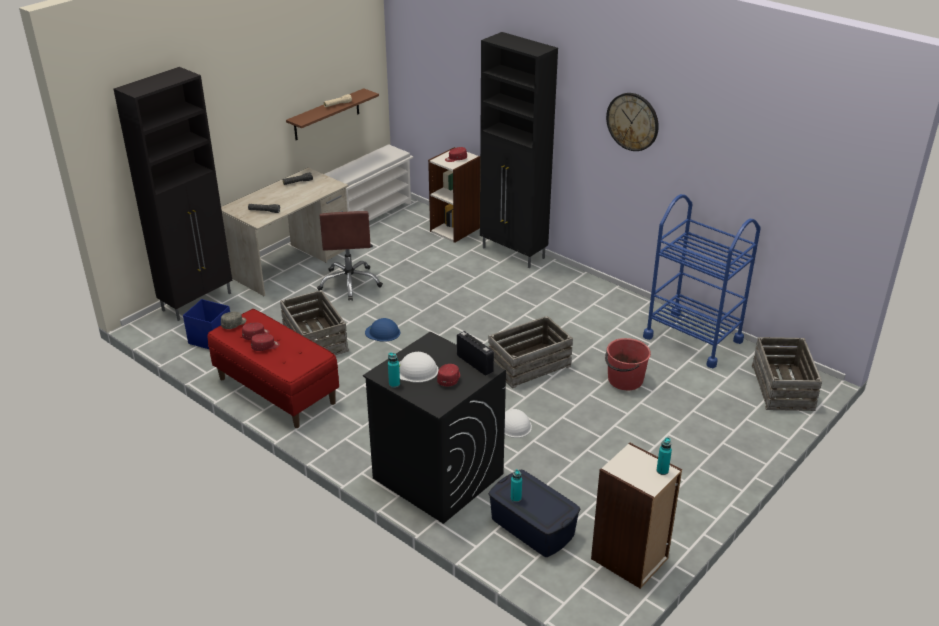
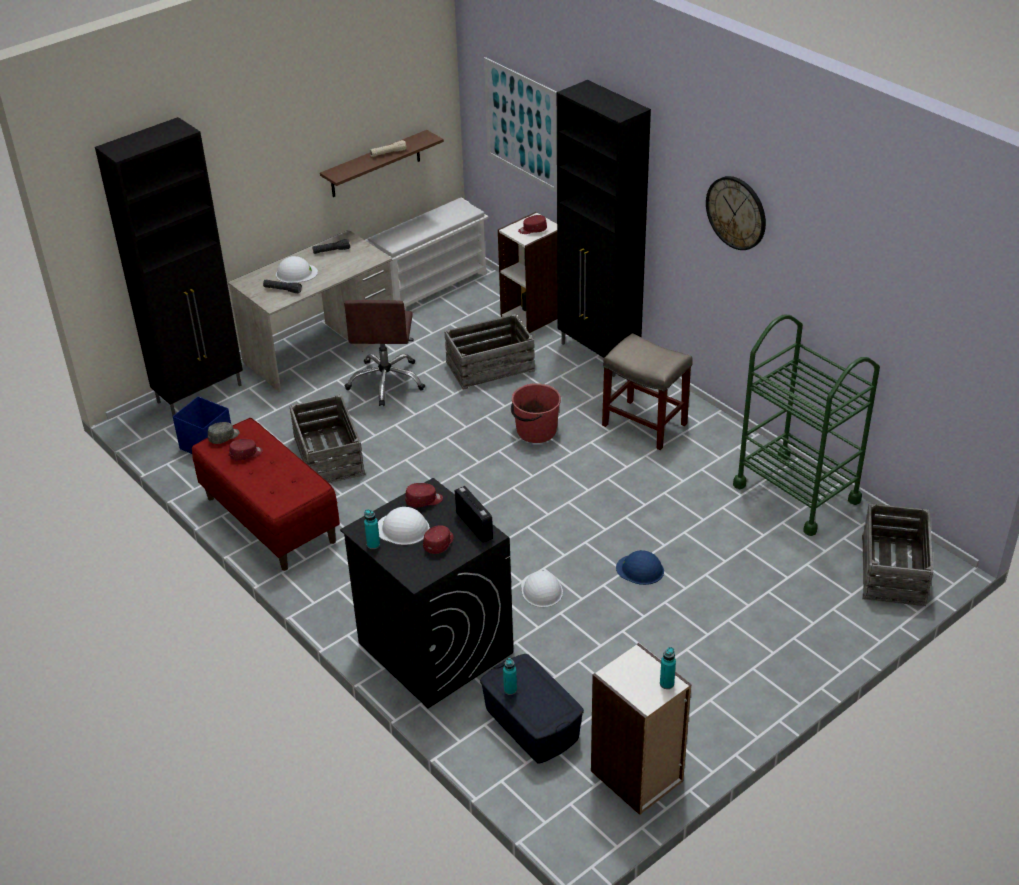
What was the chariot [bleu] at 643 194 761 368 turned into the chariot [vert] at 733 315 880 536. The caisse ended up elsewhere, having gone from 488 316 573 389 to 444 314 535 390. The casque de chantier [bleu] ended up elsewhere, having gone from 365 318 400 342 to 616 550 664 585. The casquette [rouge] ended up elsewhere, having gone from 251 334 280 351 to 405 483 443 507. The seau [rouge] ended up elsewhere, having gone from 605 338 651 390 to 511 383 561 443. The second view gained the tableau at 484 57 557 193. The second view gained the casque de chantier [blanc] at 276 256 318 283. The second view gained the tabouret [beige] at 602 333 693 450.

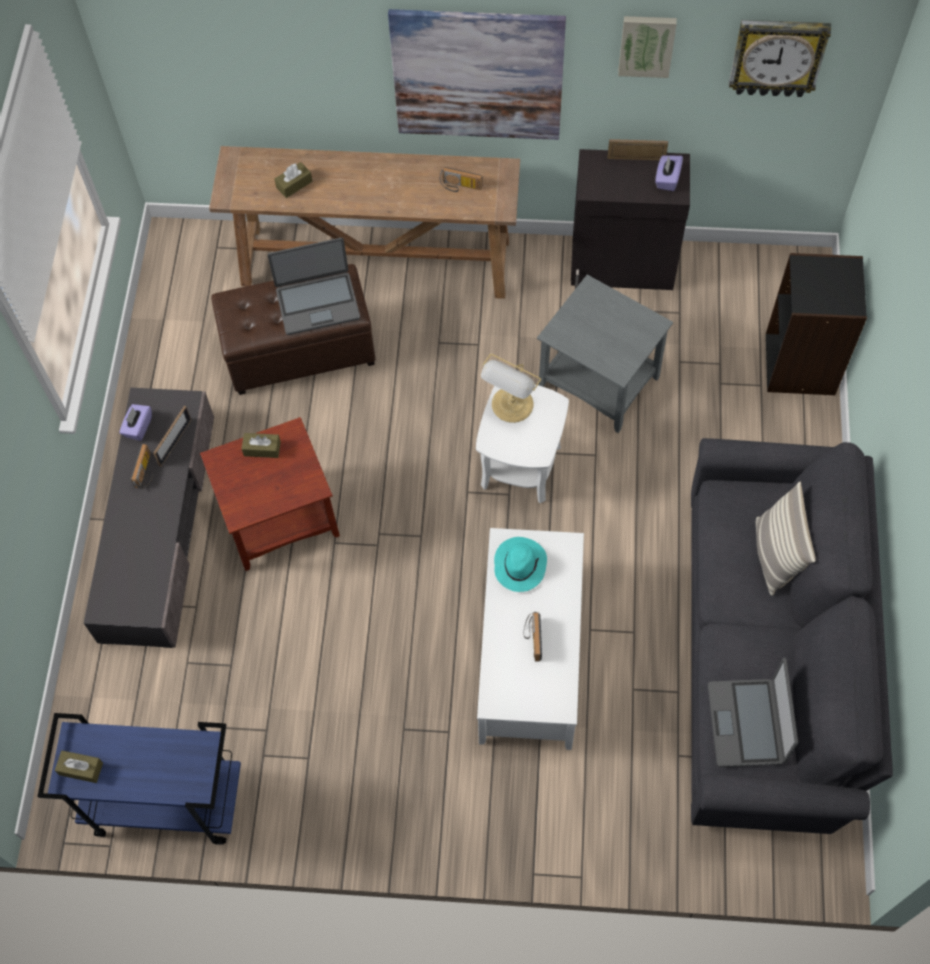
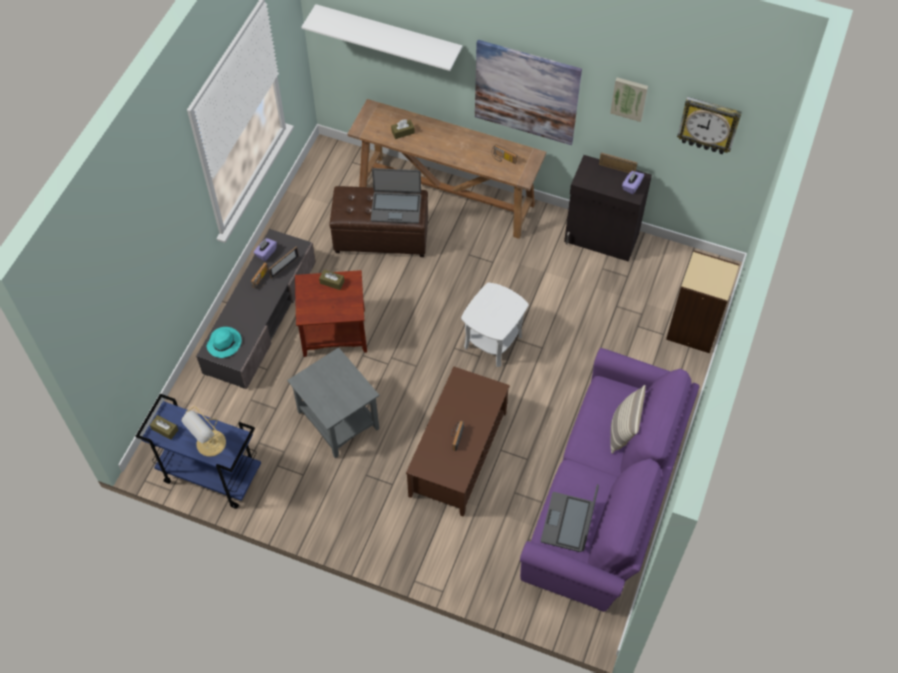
What was the bibliothèque [noir] at 766 253 867 395 turned into the bibliothèque [beige] at 666 251 740 353. The table d'appoint [gris] ended up elsewhere, having gone from 537 275 673 433 to 287 347 380 459. The lampe de table ended up elsewhere, having gone from 481 354 541 423 to 182 406 226 457. What was the canapé [gris] at 691 438 893 834 turned into the canapé [violet] at 520 348 699 612. What was the table basse [blanc] at 477 528 584 750 turned into the table basse [marron] at 406 367 510 517. The chapeau [turquoise] ended up elsewhere, having gone from 494 537 547 592 to 207 327 242 358. The second view gained the étagère [blanc] at 301 4 462 71.

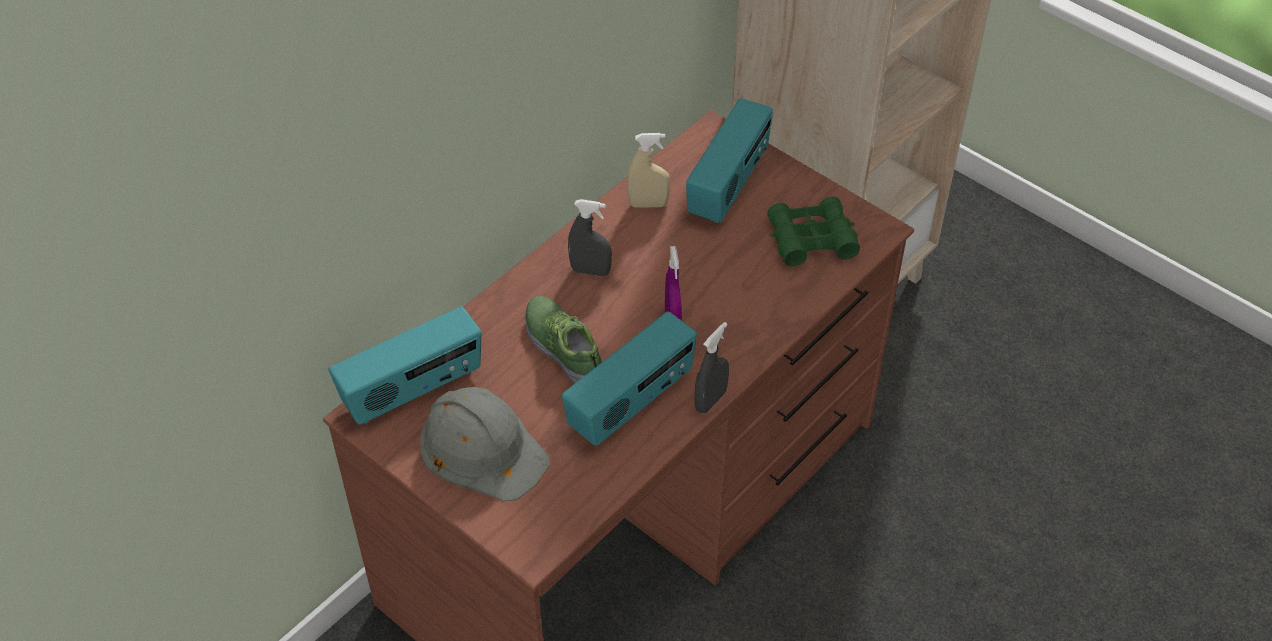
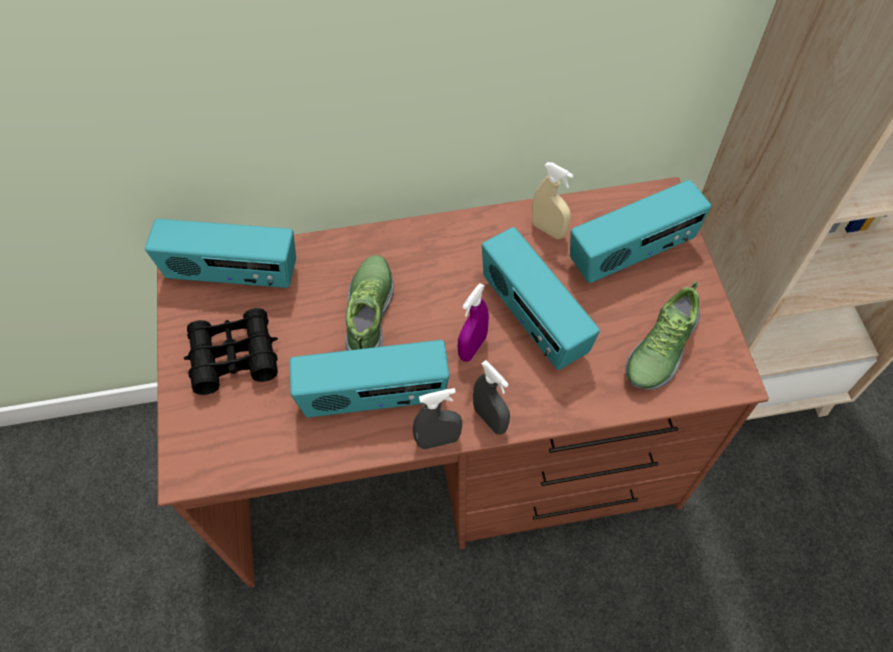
Where the jumelles [vert] stood at 767 196 860 267, the chaussure came to stand at 625 282 700 390. The vaporisateur [gris] ended up elsewhere, having gone from 568 199 612 276 to 473 360 510 435. Where the casque de chantier [gris] stood at 420 387 550 501, the jumelles [noir] came to stand at 184 308 278 395. The second view gained the radio at 482 227 600 370.

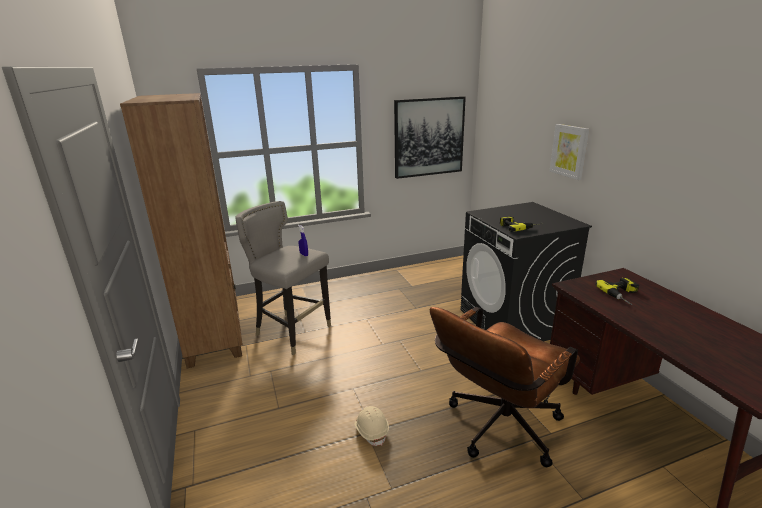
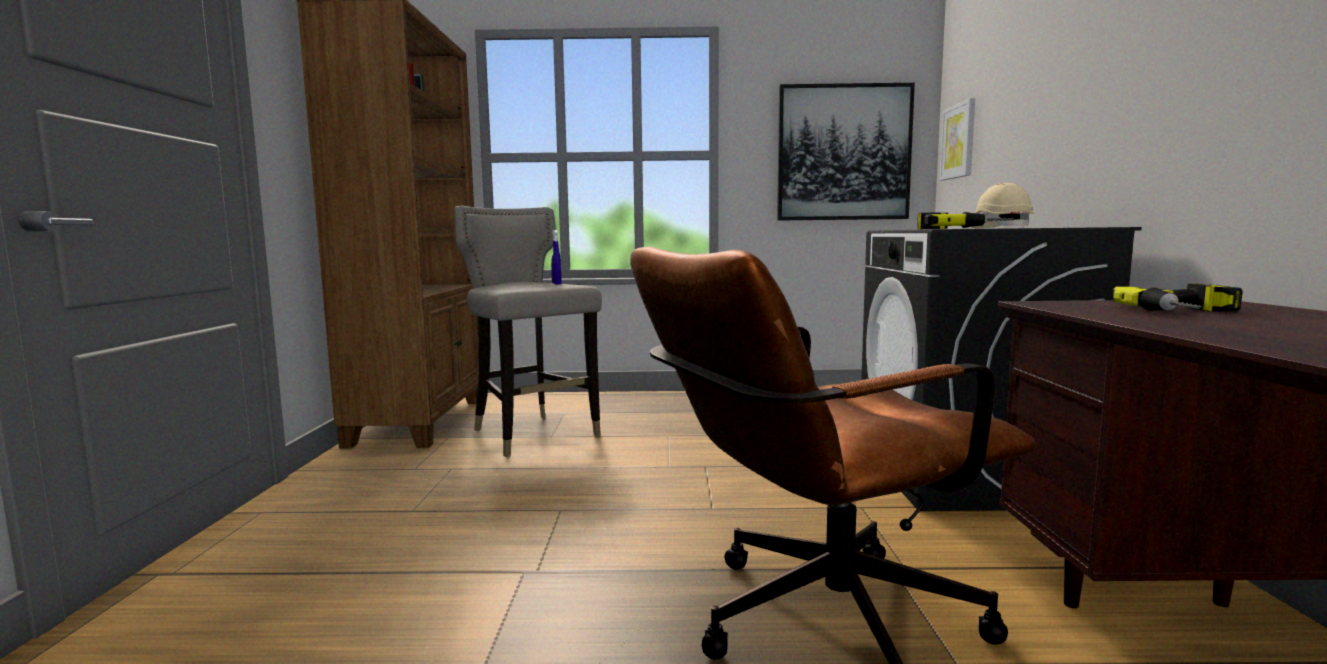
The tableau ended up elsewhere, having gone from 550 124 590 180 to 939 98 975 181. The casque de chantier [beige] ended up elsewhere, having gone from 354 406 389 446 to 971 183 1034 228.

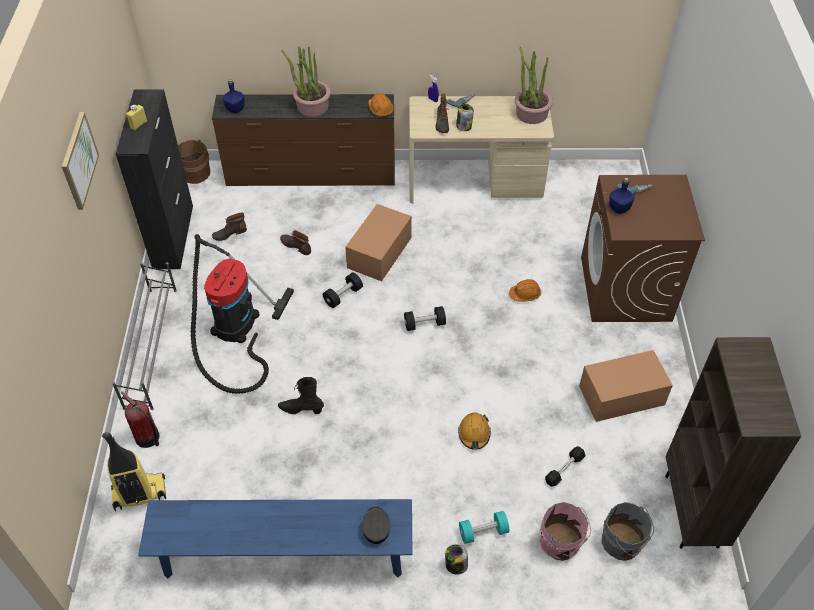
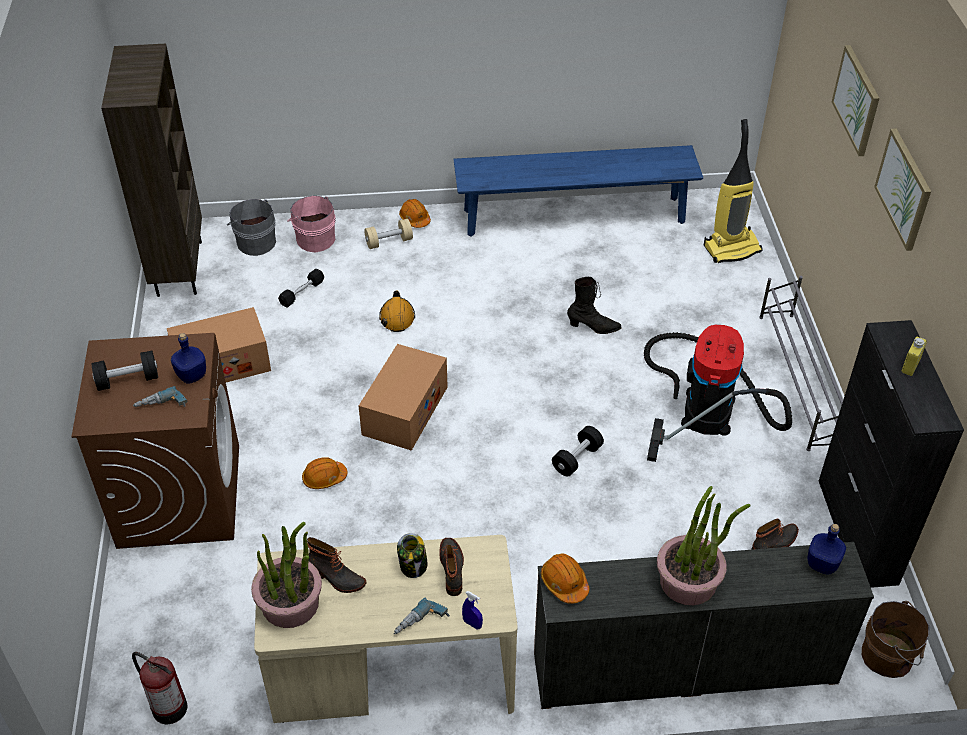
The carton ended up elsewhere, having gone from 345 204 412 281 to 359 344 448 451. The botte ended up elsewhere, having gone from 280 230 311 255 to 307 537 366 593. The haltère [noir] ended up elsewhere, having gone from 404 306 446 331 to 92 350 158 391. The extincteur ended up elsewhere, having gone from 121 392 159 448 to 132 652 187 724. The second view lost the casquette [gris] at 362 507 390 544. What was the haltère [turquoise] at 459 511 509 544 turned into the haltère [beige] at 364 219 413 249. Where the bocal stood at 445 544 468 575, the casque de chantier [orange] came to stand at 399 199 431 228. The second view gained the tableau at 832 45 879 156.

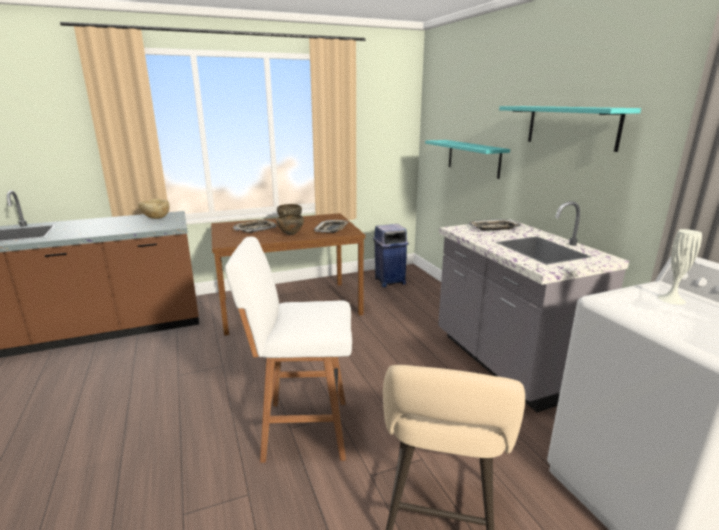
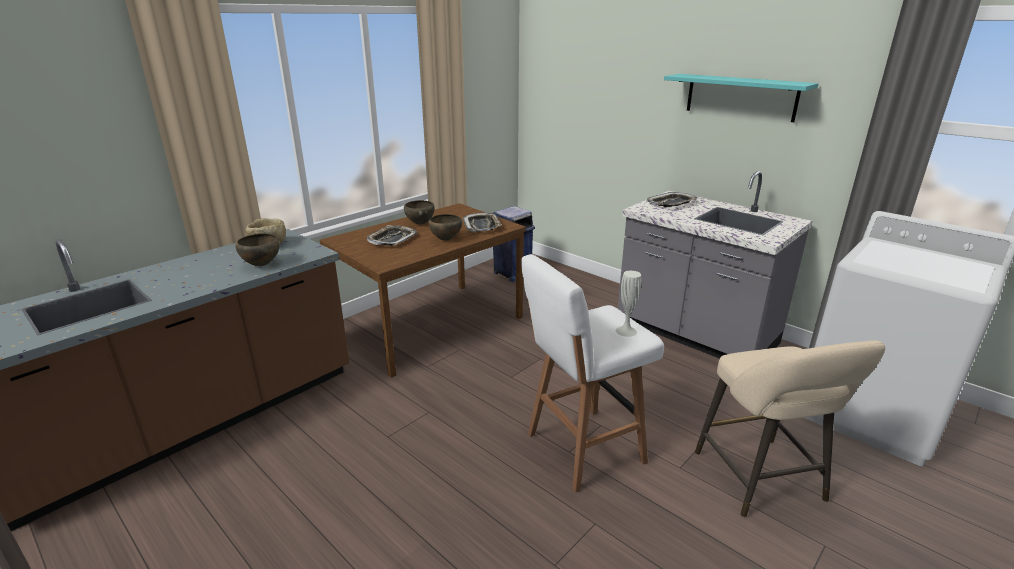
The second view lost the étagère [turquoise] at 425 140 510 179. The vase [blanc] ended up elsewhere, having gone from 658 229 702 305 to 616 271 641 337. The second view gained the bol [marron] at 235 233 280 266.

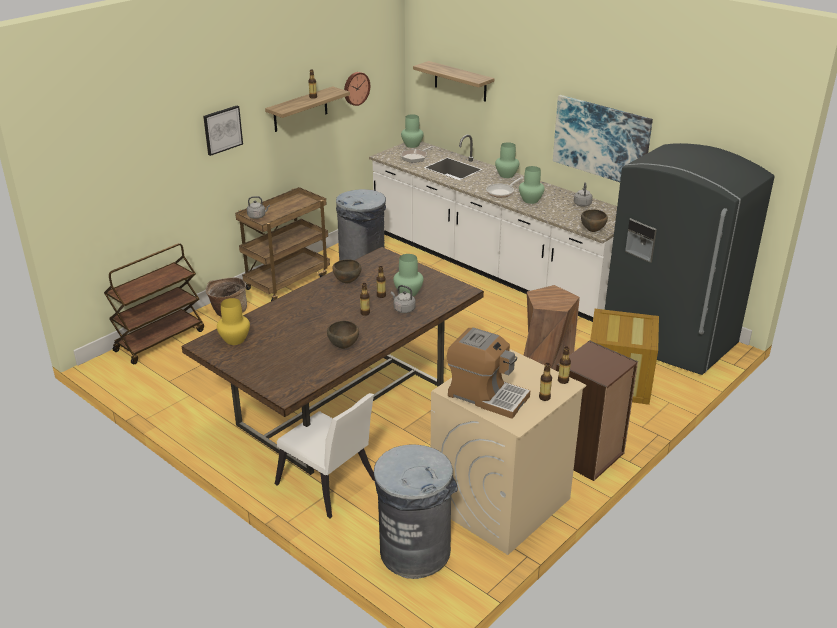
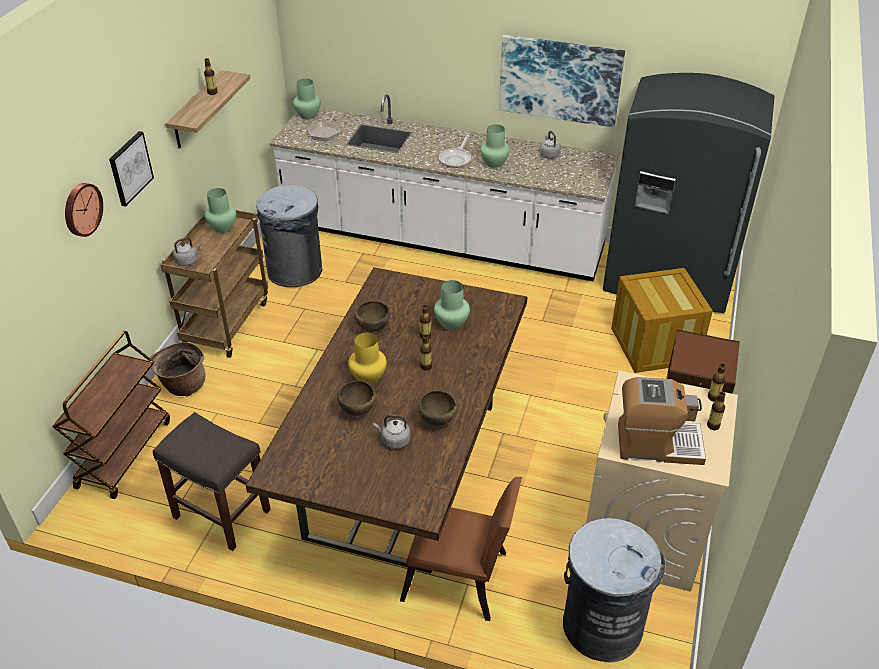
The second view lost the étagère at 413 61 494 102. The horloge murale ended up elsewhere, having gone from 344 72 370 106 to 65 183 103 237. The vase [vert] ended up elsewhere, having gone from 495 142 520 178 to 204 188 236 233. The bol [marron] ended up elsewhere, having gone from 581 210 608 232 to 337 381 376 416. The bouilloire [gris] ended up elsewhere, having gone from 391 285 416 313 to 374 415 410 449. The second view lost the tabouret [marron] at 524 285 580 370. The vase [jaune] ended up elsewhere, having gone from 217 298 250 345 to 348 333 387 385. What was the chaise [blanc] at 275 393 375 518 turned into the chaise [marron] at 400 477 522 621. The second view gained the tabouret [gris] at 153 412 271 551.

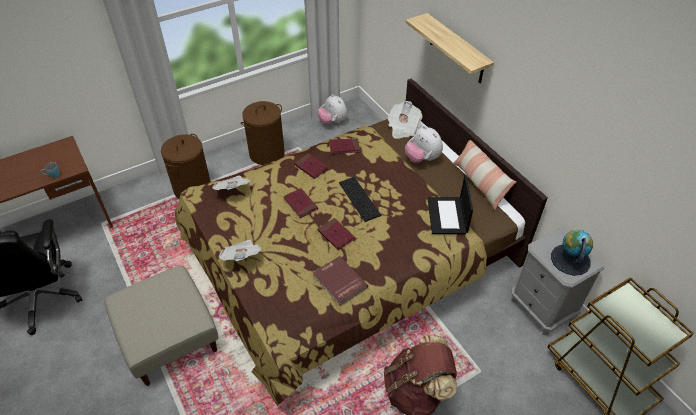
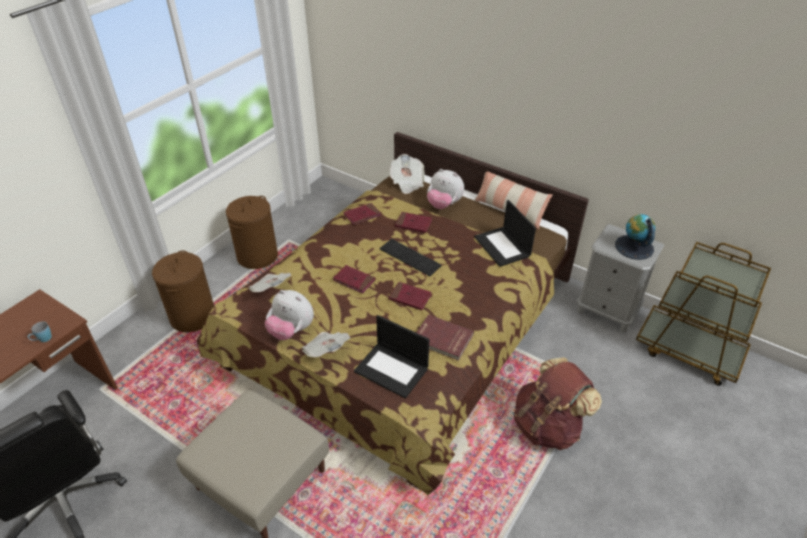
The second view lost the étagère at 406 13 494 83. The peluche ended up elsewhere, having gone from 317 94 347 124 to 265 290 314 340. The livre [rouge] ended up elsewhere, having gone from 294 153 329 179 to 395 212 432 233. The second view gained the ordinateur portable at 354 315 429 399.

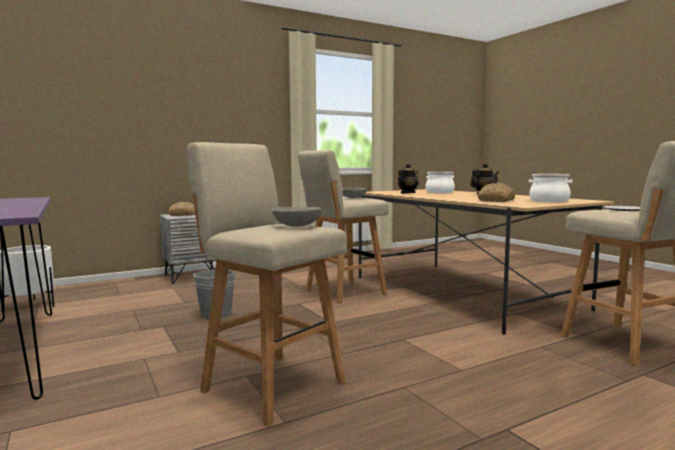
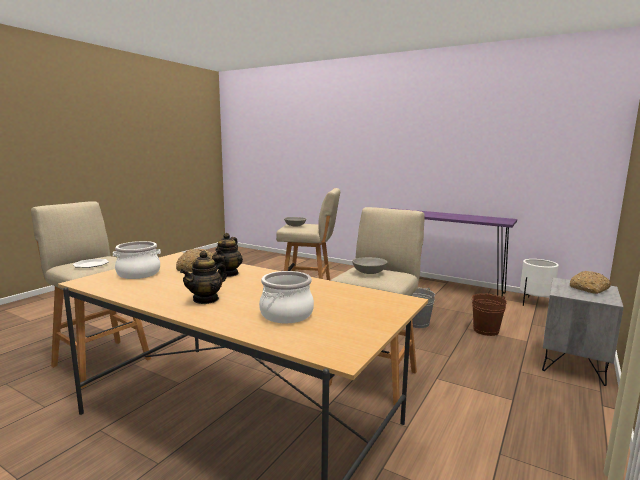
The théière ended up elsewhere, having gone from 398 163 419 194 to 212 233 243 277. The second view gained the seau [marron] at 472 293 507 336.

